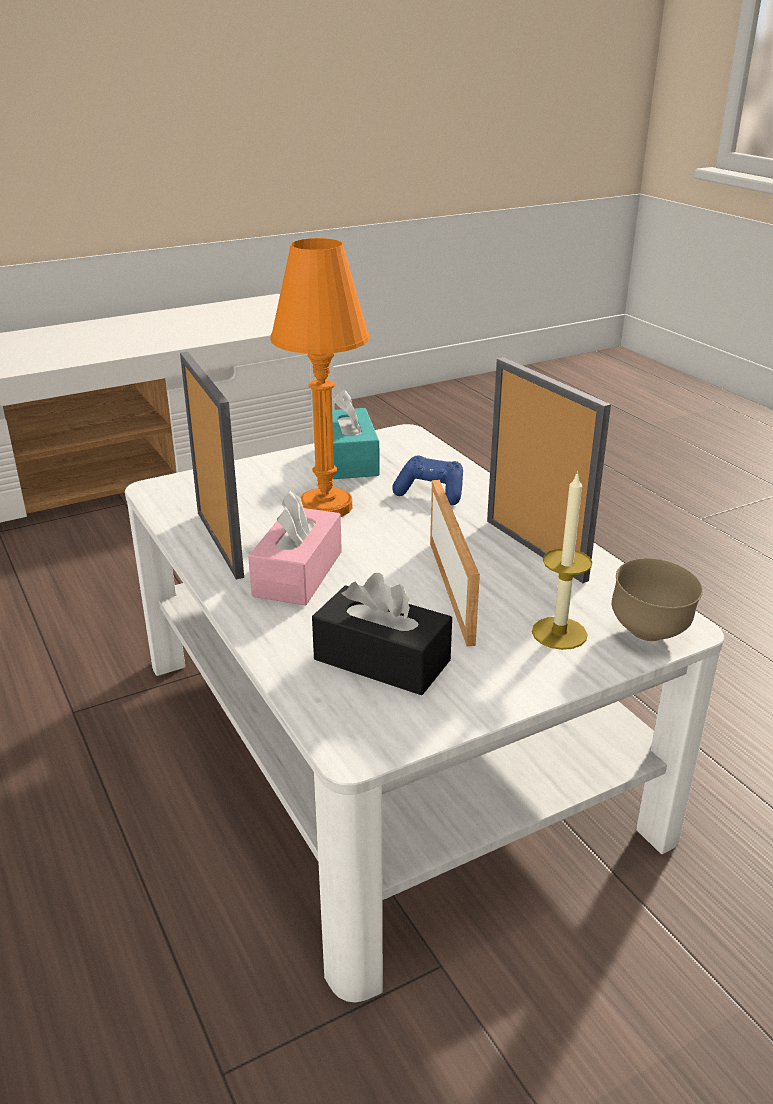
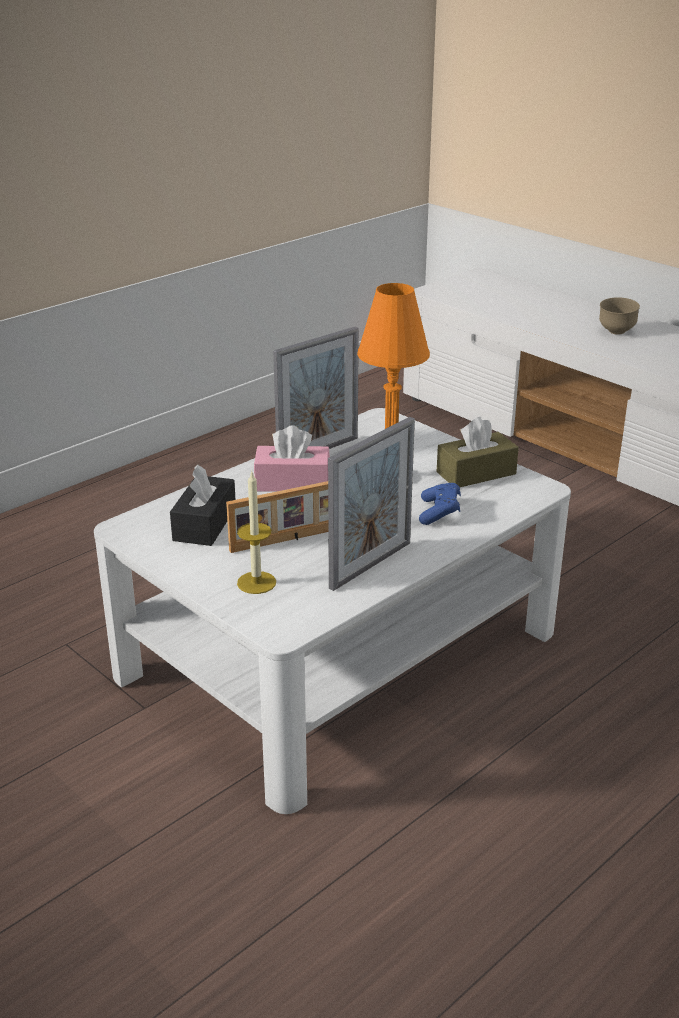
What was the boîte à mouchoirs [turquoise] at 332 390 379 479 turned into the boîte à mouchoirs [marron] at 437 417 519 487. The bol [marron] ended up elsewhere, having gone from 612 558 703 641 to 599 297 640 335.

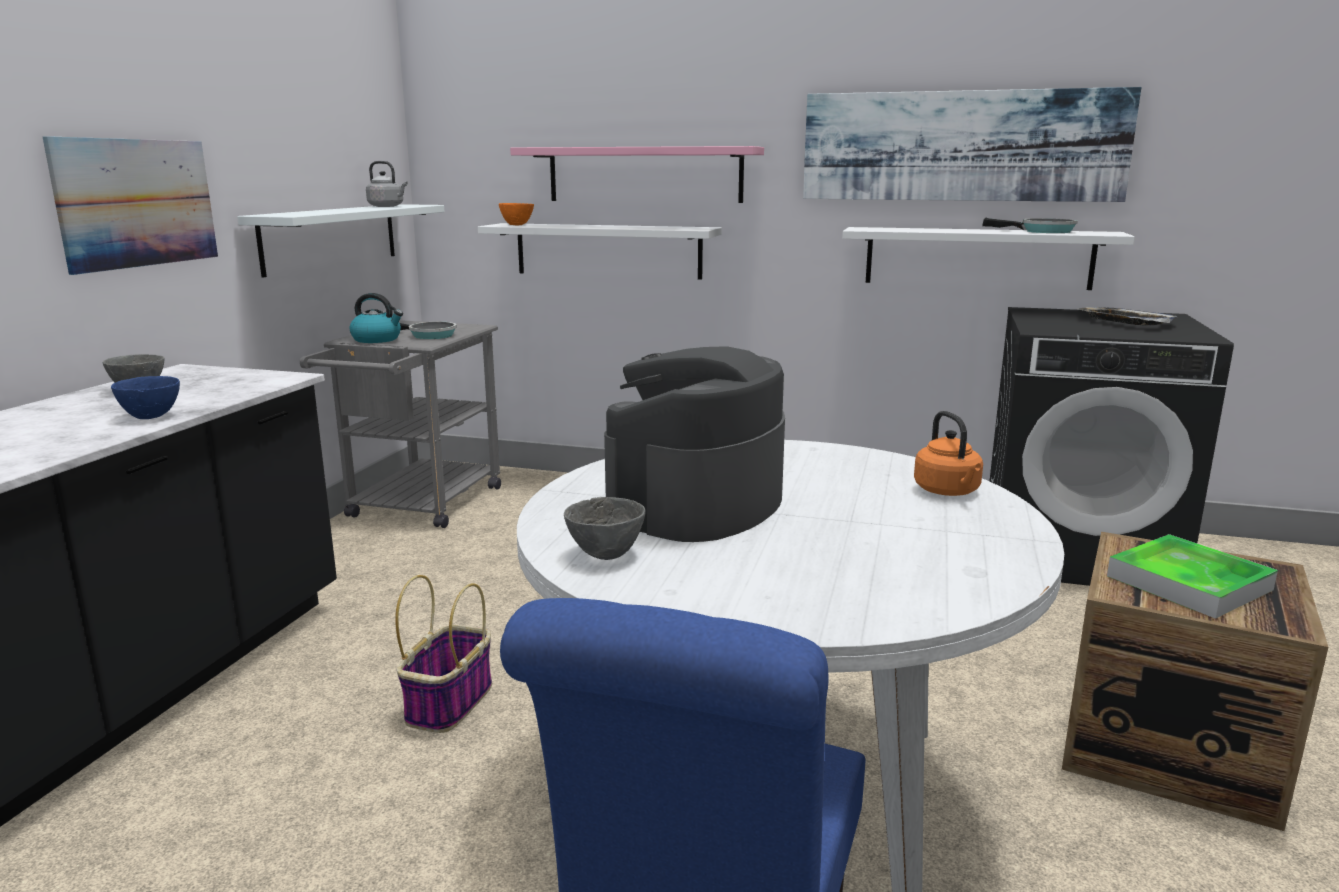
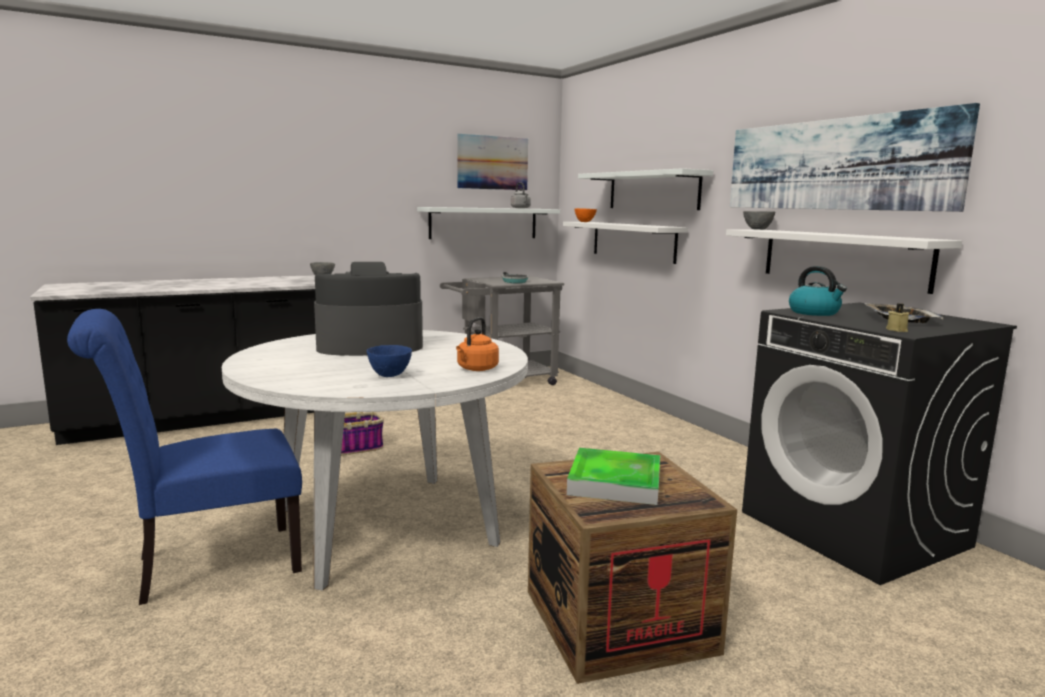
The tableau ended up elsewhere, having gone from 43 136 218 275 to 458 134 528 190. What was the étagère [rose] at 510 146 764 203 turned into the étagère [blanc] at 578 168 713 210. The second view lost the poêle at 982 218 1078 233. The bouilloire ended up elsewhere, having gone from 349 293 403 343 to 789 266 847 316. The bol [bleu] ended up elsewhere, having gone from 111 376 180 419 to 367 345 412 377. The bol [gris] ended up elsewhere, having gone from 564 497 646 560 to 743 211 775 230. The second view gained the bougie [beige] at 886 303 909 332.

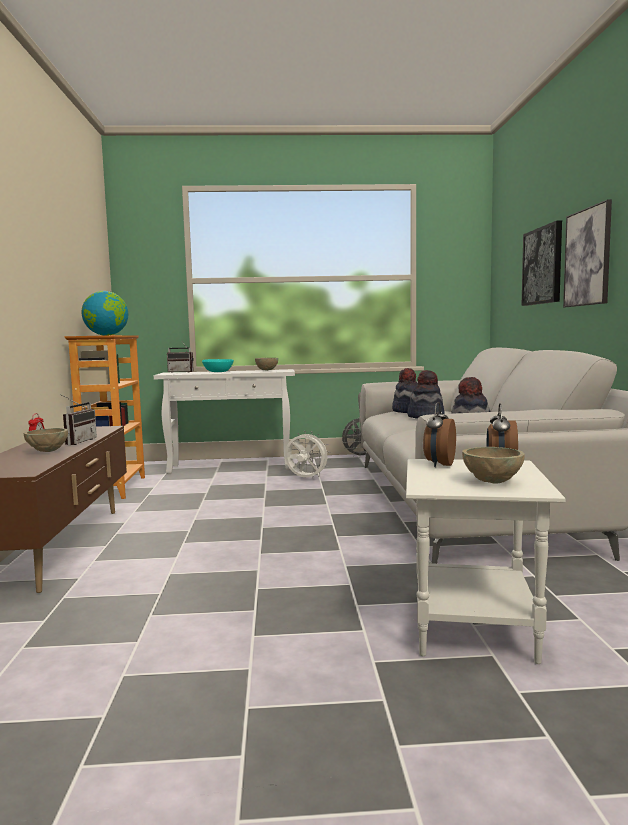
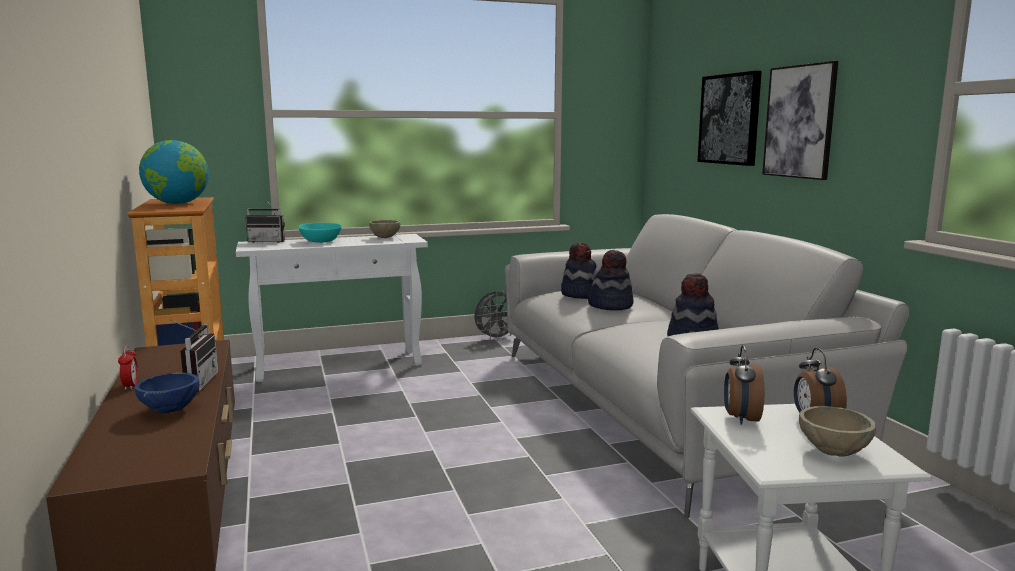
What was the bol [beige] at 24 428 68 452 turned into the bol [bleu] at 134 373 199 413. The second view lost the ventilateur [blanc] at 285 431 331 478.

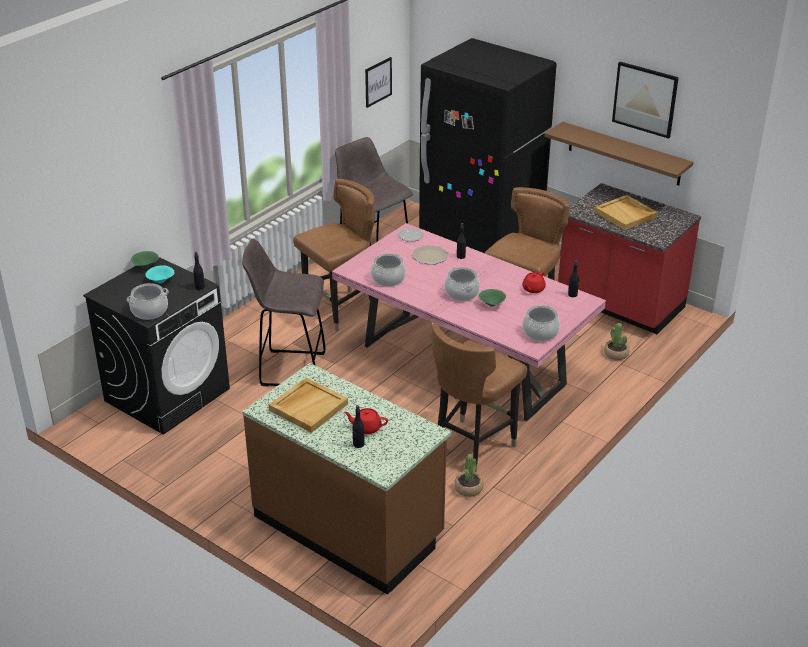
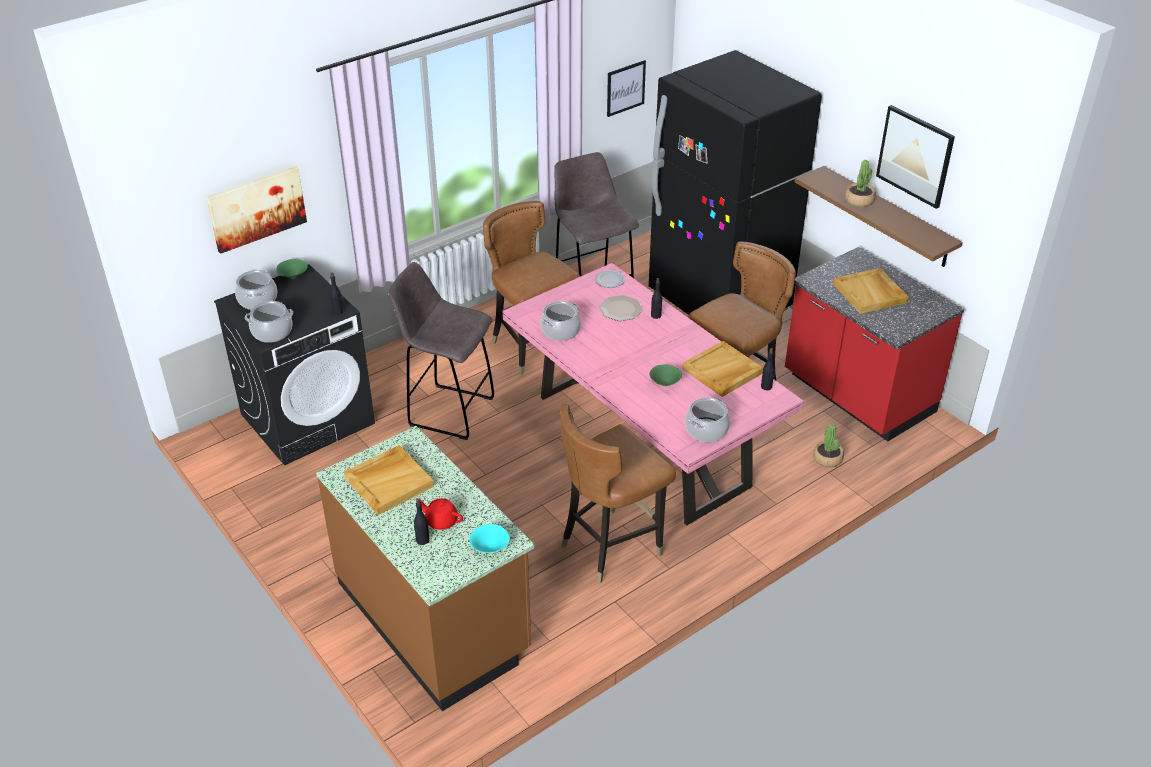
The chaise [marron] at 293 179 375 332 ended up facing another way, 105 degrees counterclockwise from before. The bol [turquoise] ended up elsewhere, having gone from 146 265 175 283 to 469 524 510 553. The marmite ended up elsewhere, having gone from 445 267 480 301 to 235 269 277 310. Where the théière [rouge] stood at 522 272 546 293, the plateau [beige] came to stand at 682 341 763 397. The plante en pot ended up elsewhere, having gone from 454 454 483 497 to 845 160 876 207. The second view gained the tableau at 206 166 307 254.

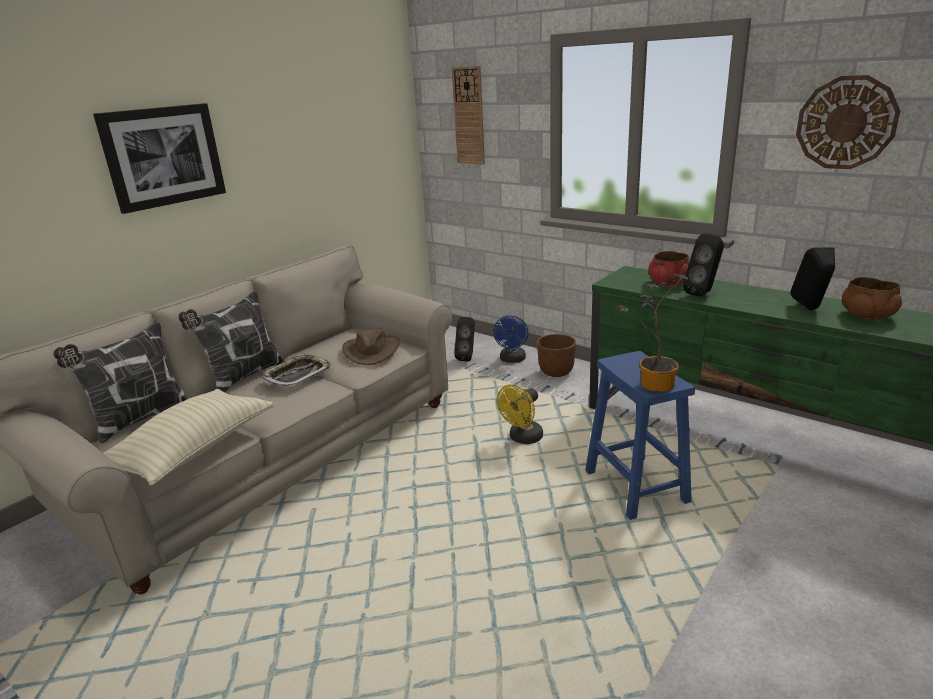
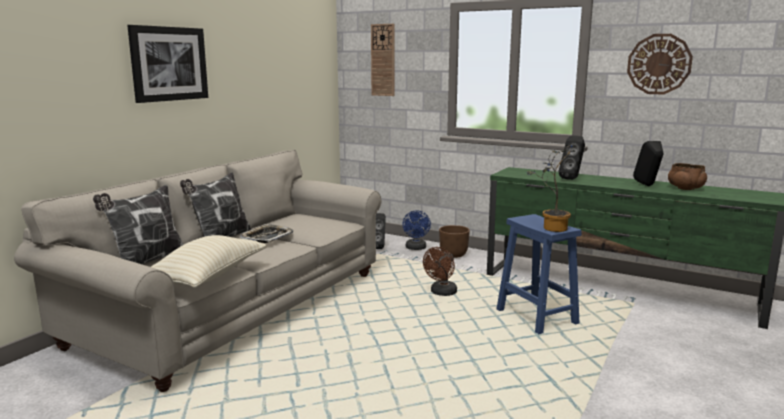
The second view lost the bol [rouge] at 648 251 689 287. The second view lost the chapeau [marron] at 342 329 400 365. What was the ventilateur [jaune] at 497 384 543 444 turned into the ventilateur [marron] at 423 247 457 296.

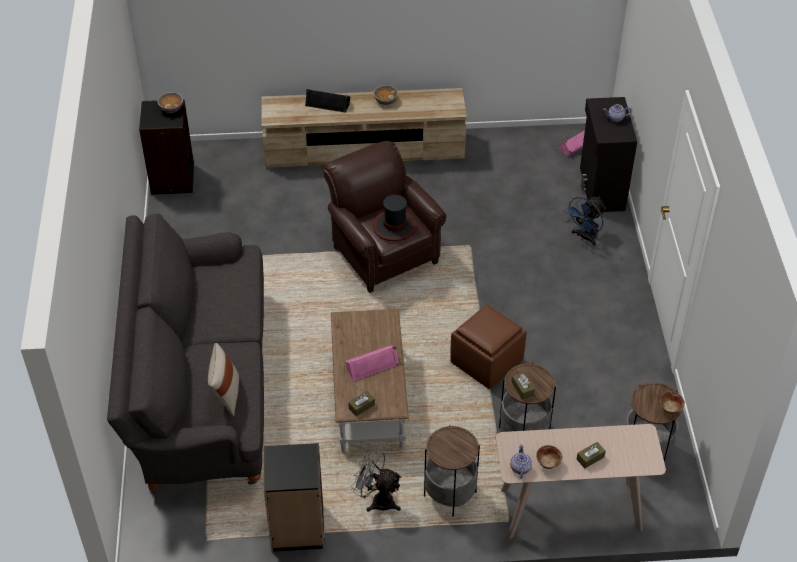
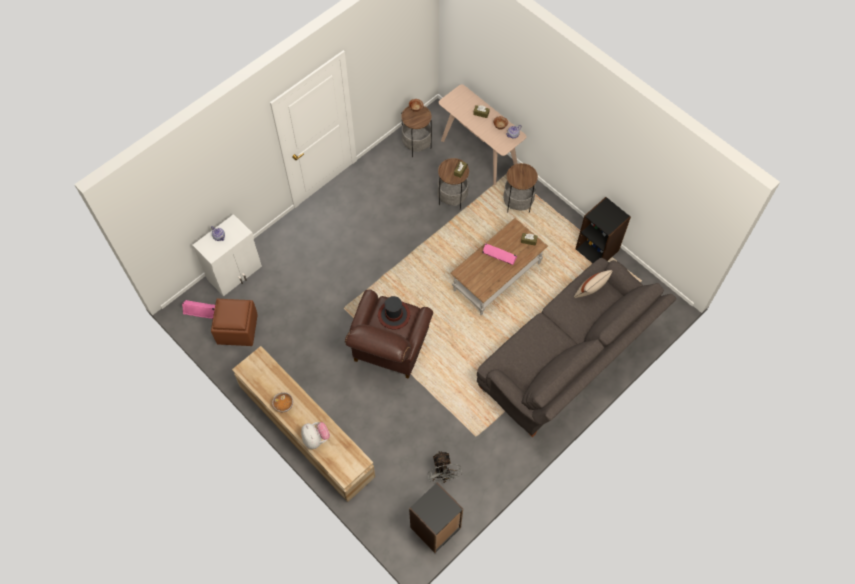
Where the enceinte [noir] stood at 305 89 350 113, the peluche came to stand at 301 422 330 449. The second view lost the bol at 158 92 183 113. What was the meuble de rangement [noir] at 580 97 637 212 turned into the meuble de rangement [blanc] at 193 214 262 296. The second view lost the ventilateur [bleu] at 564 197 607 246. The pouf [marron] ended up elsewhere, having gone from 450 304 527 389 to 211 298 258 346. The ventilateur [gris] ended up elsewhere, having gone from 351 448 402 512 to 428 451 462 484.

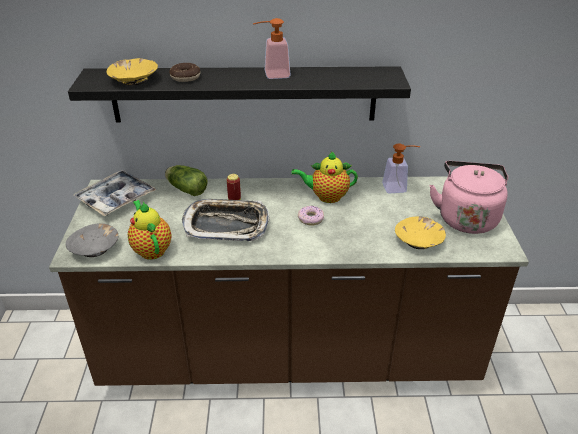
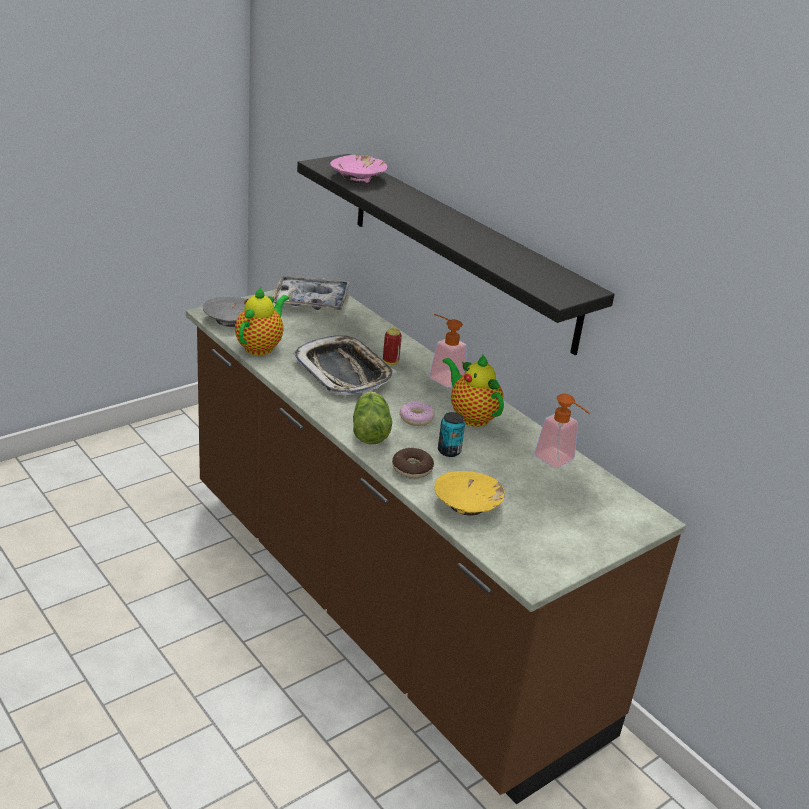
The distributeur de savon ended up elsewhere, having gone from 253 18 291 79 to 429 314 467 387. What was the bol [jaune] at 107 58 158 85 turned into the bol [rose] at 330 155 388 183. The beignet ended up elsewhere, having gone from 169 63 200 82 to 392 448 434 479. The second view lost the bouilloire [rose] at 429 161 508 234. The laitue ended up elsewhere, having gone from 165 165 208 196 to 353 392 392 444. The second view gained the boîte métallique at 438 412 465 457.

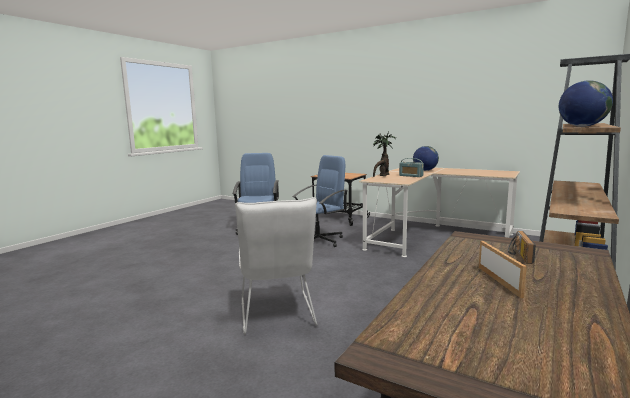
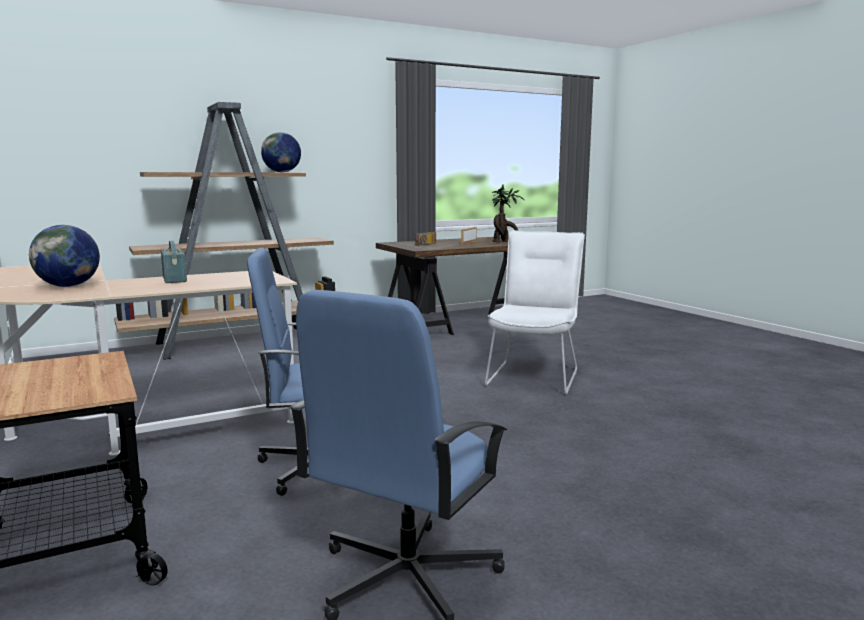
The plante en pot ended up elsewhere, having gone from 373 131 396 177 to 492 185 525 242.

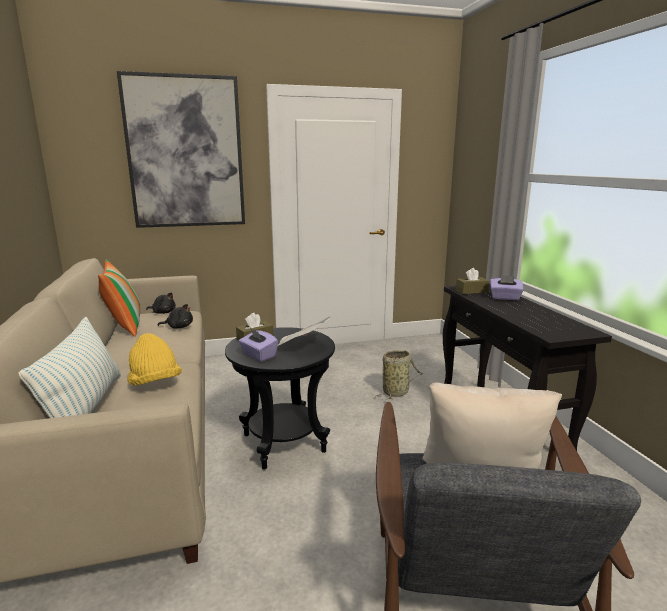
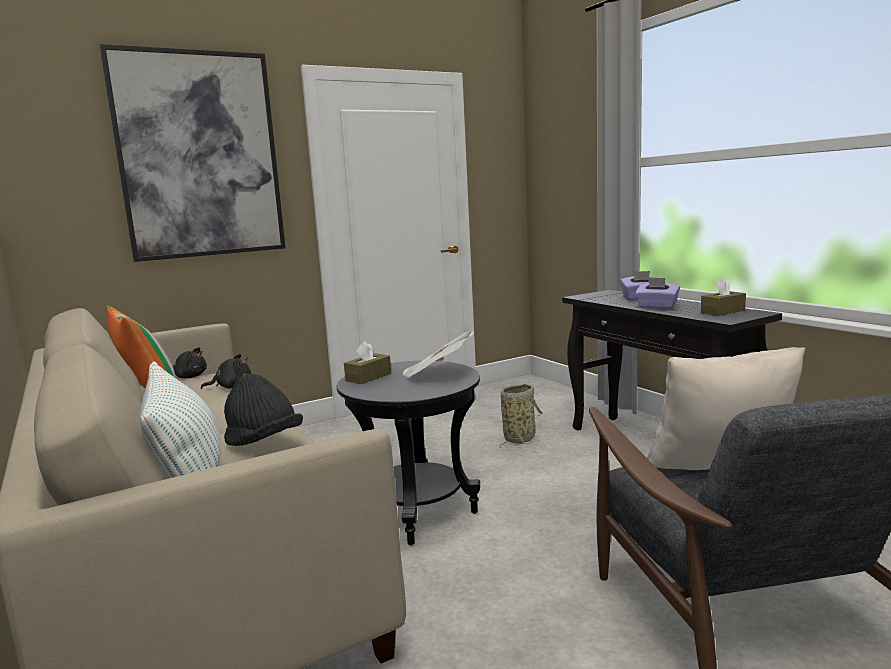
The boîte à mouchoirs [marron] ended up elsewhere, having gone from 456 268 489 294 to 701 277 746 316. The boîte à mouchoirs [violet] ended up elsewhere, having gone from 239 328 278 362 to 635 277 680 309. What was the chapeau [jaune] at 127 333 182 385 turned into the chapeau [noir] at 224 374 303 446.

